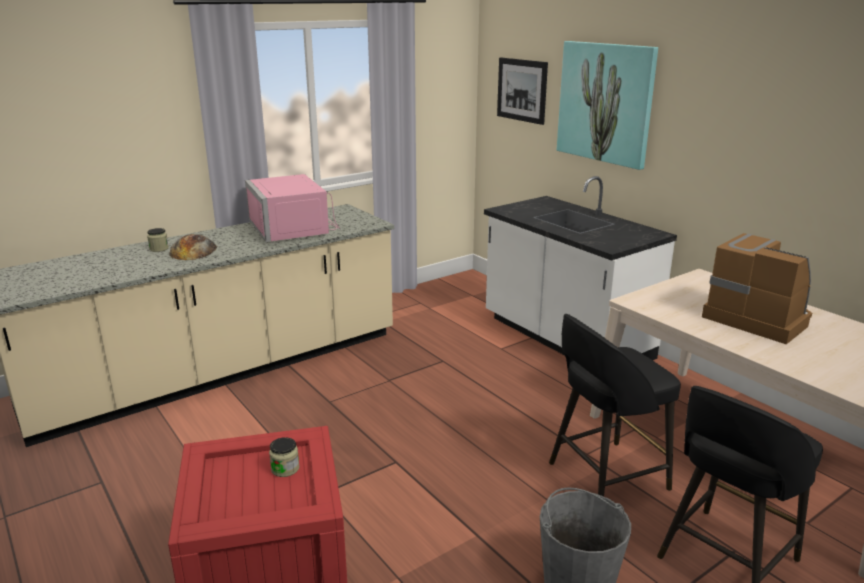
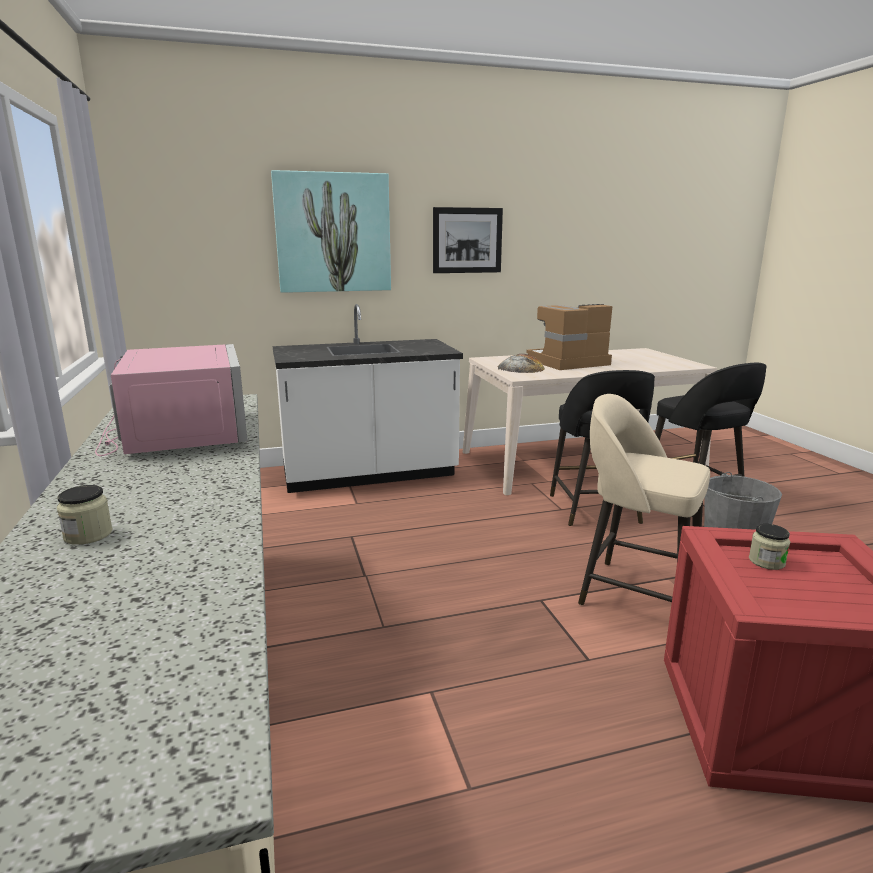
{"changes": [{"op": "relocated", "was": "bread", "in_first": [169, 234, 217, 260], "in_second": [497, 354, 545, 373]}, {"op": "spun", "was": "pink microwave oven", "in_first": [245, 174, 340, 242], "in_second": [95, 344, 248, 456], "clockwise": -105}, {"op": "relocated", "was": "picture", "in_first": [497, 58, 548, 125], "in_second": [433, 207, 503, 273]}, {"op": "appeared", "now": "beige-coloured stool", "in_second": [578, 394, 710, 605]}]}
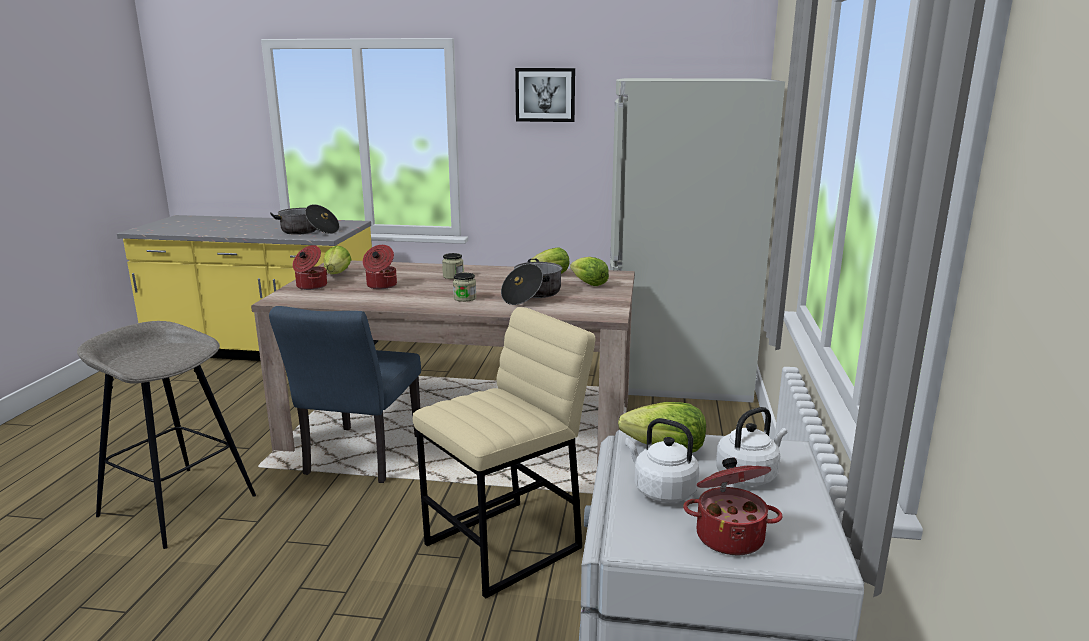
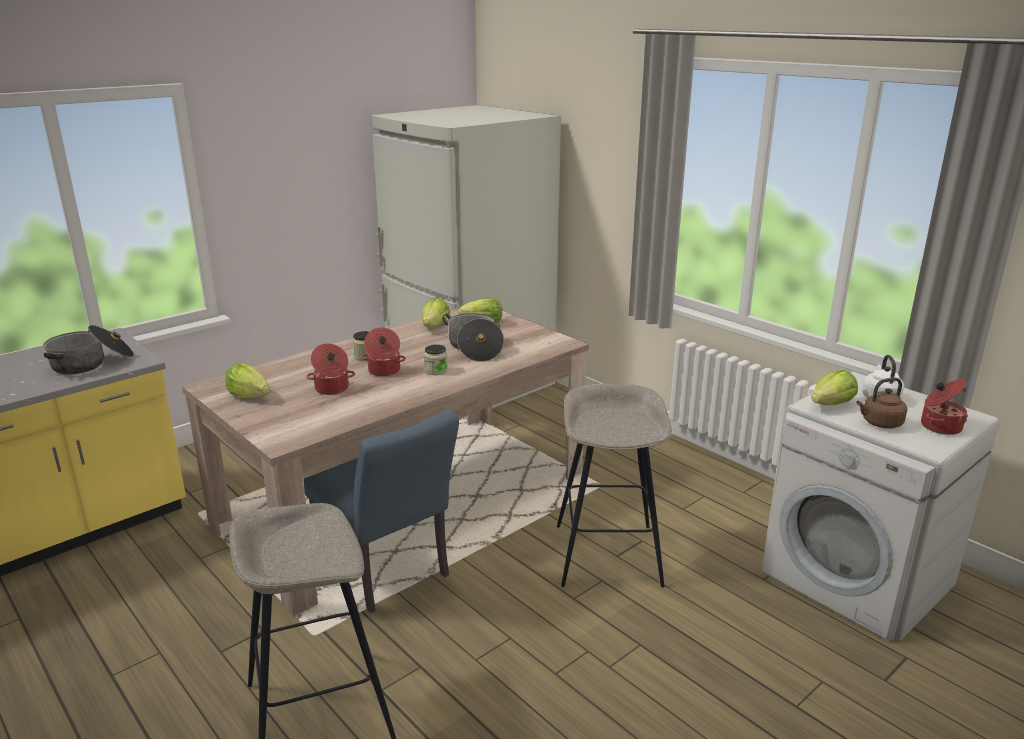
{"changes": [{"op": "relocated", "was": "cooking pot", "in_first": [293, 245, 327, 290], "in_second": [361, 327, 406, 377]}, {"op": "exchanged", "was": "beige-coloured upright chair", "now": "gray stool", "in_first": [413, 307, 595, 599], "in_second": [557, 384, 672, 588]}, {"op": "missing", "was": "picture", "in_first": [515, 68, 575, 122]}, {"op": "colour", "was": "white kettle", "now": "brownish kettle", "in_first": [625, 418, 699, 503], "in_second": [856, 378, 907, 429]}]}
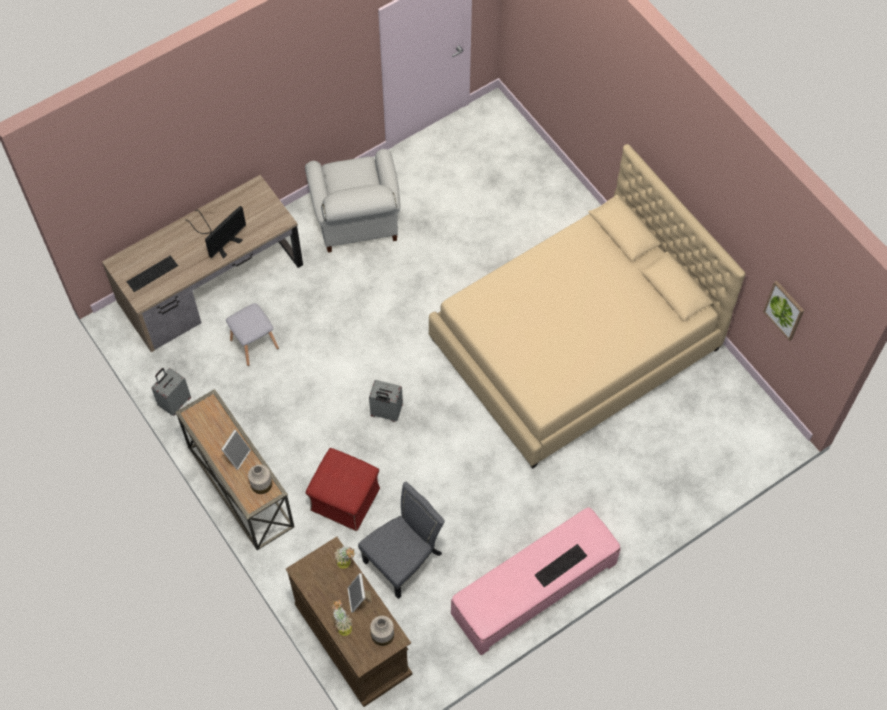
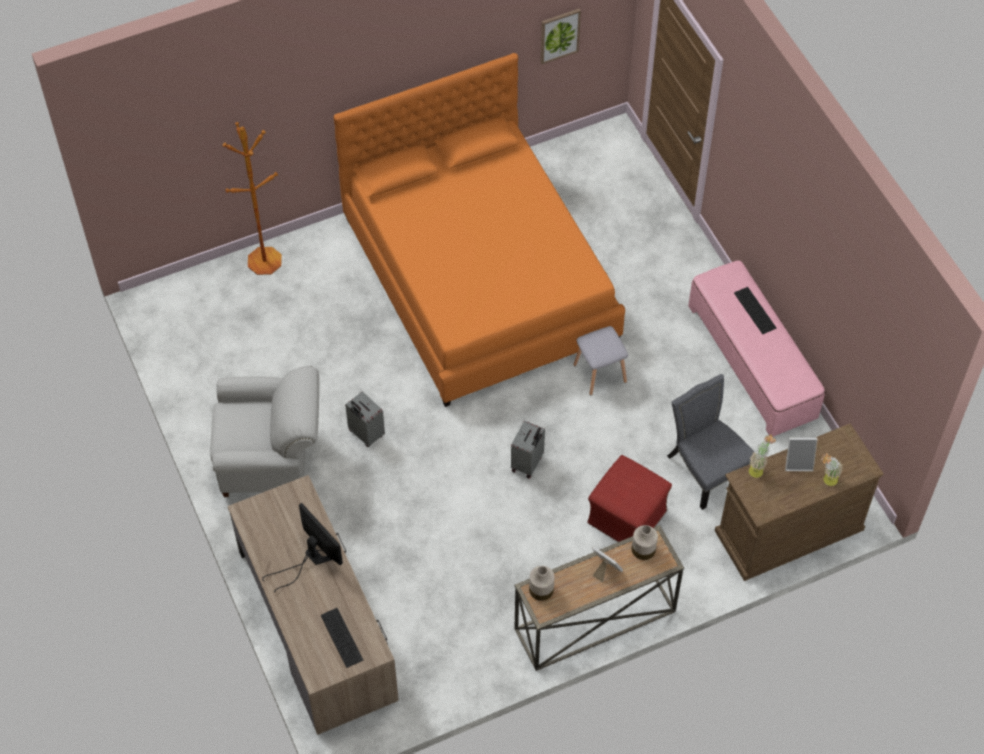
{"changes": [{"op": "relocated", "was": "gray suitcase", "in_first": [151, 368, 191, 416], "in_second": [345, 392, 385, 447]}, {"op": "relocated", "was": "gray stool", "in_first": [226, 303, 279, 366], "in_second": [573, 326, 628, 395]}, {"op": "relocated", "was": "beige-coloured flower vase", "in_first": [370, 616, 394, 646], "in_second": [529, 566, 555, 601]}, {"op": "colour", "was": "beige-coloured bed", "now": "orange-coloured bed", "in_first": [429, 144, 746, 469], "in_second": [334, 53, 625, 407]}, {"op": "appeared", "now": "orange-coloured clothes rack", "in_second": [223, 122, 282, 275]}]}
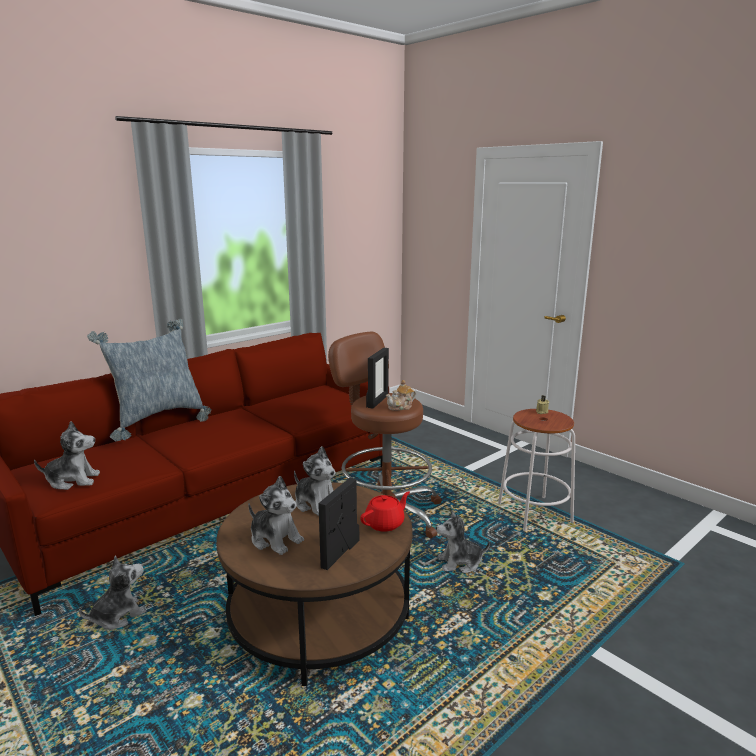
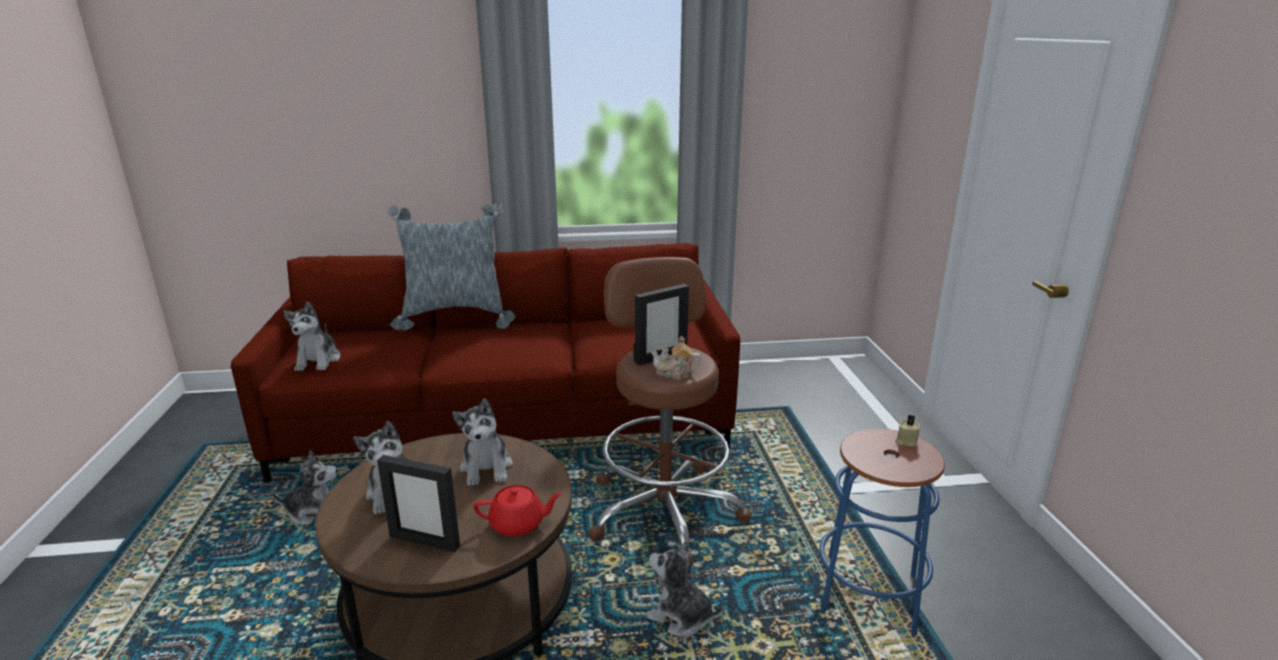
{"changes": [{"op": "spun", "was": "plush toy", "in_first": [34, 421, 100, 490], "in_second": [283, 302, 340, 371], "clockwise": 60}, {"op": "spun", "was": "photo frame", "in_first": [318, 478, 359, 570], "in_second": [377, 455, 460, 552], "clockwise": -135}, {"op": "colour", "was": "white stool", "now": "bluish stool", "in_first": [498, 409, 575, 531], "in_second": [819, 429, 945, 636]}]}
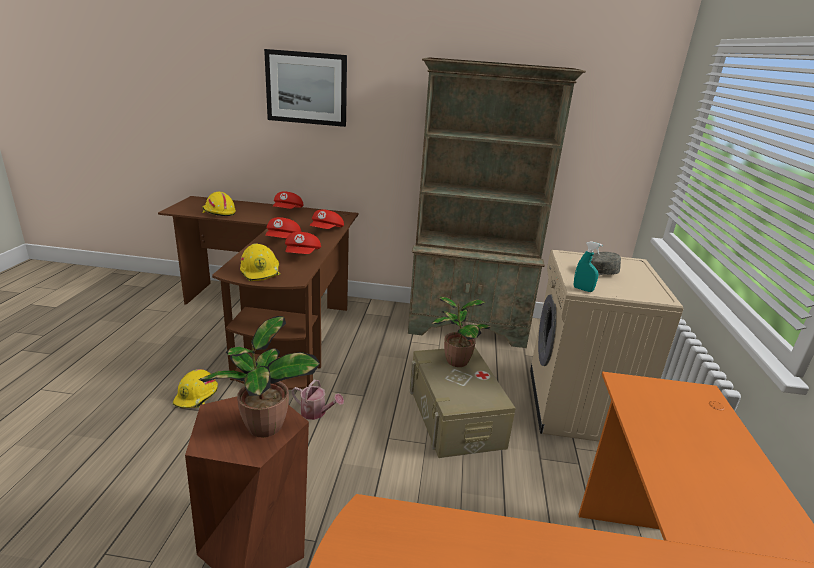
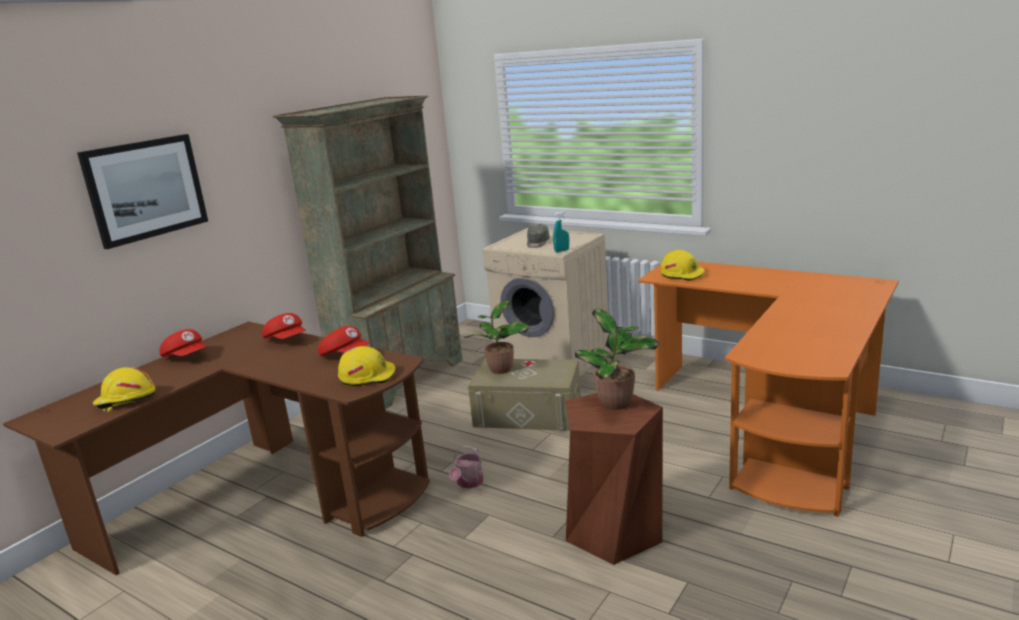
{"changes": [{"op": "relocated", "was": "yellowish work helmet", "in_first": [173, 369, 218, 408], "in_second": [661, 250, 705, 281]}, {"op": "missing", "was": "reddish peaked cap", "in_first": [265, 217, 301, 238]}, {"op": "spun", "was": "watering can", "in_first": [292, 379, 344, 420], "in_second": [449, 446, 483, 489], "clockwise": 150}]}
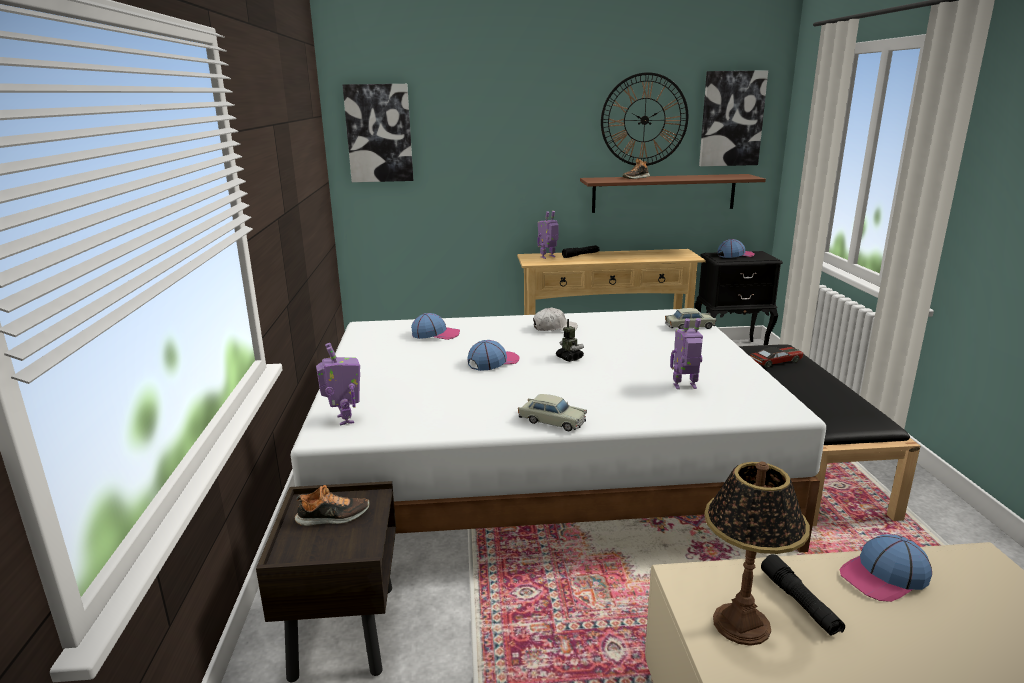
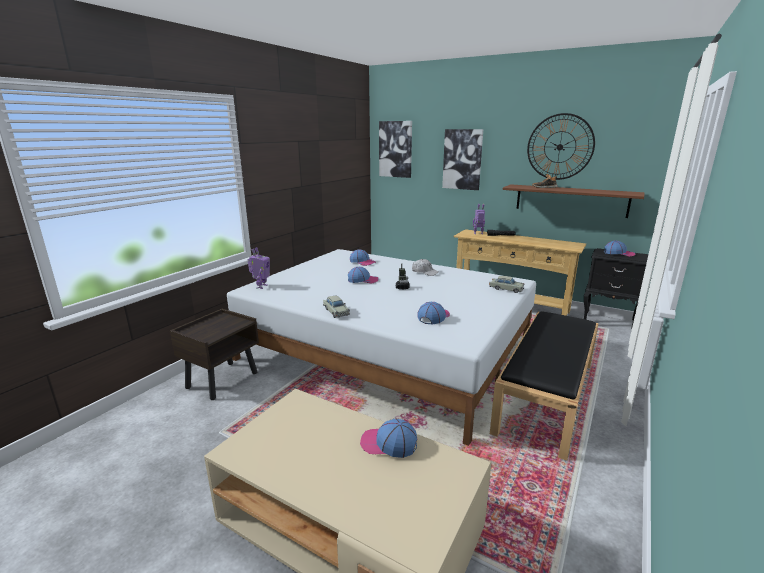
{"changes": [{"op": "missing", "was": "item of footwear", "in_first": [295, 485, 370, 526]}, {"op": "exchanged", "was": "toy robot", "now": "peaked cap", "in_first": [670, 318, 703, 389], "in_second": [417, 302, 450, 324]}, {"op": "relocated", "was": "picture", "in_first": [699, 70, 768, 166], "in_second": [442, 129, 483, 190]}, {"op": "missing", "was": "tabletop lamp", "in_first": [704, 462, 810, 646]}, {"op": "missing", "was": "model car", "in_first": [750, 347, 803, 368]}, {"op": "missing", "was": "black-coloured hand torch", "in_first": [761, 554, 845, 636]}]}
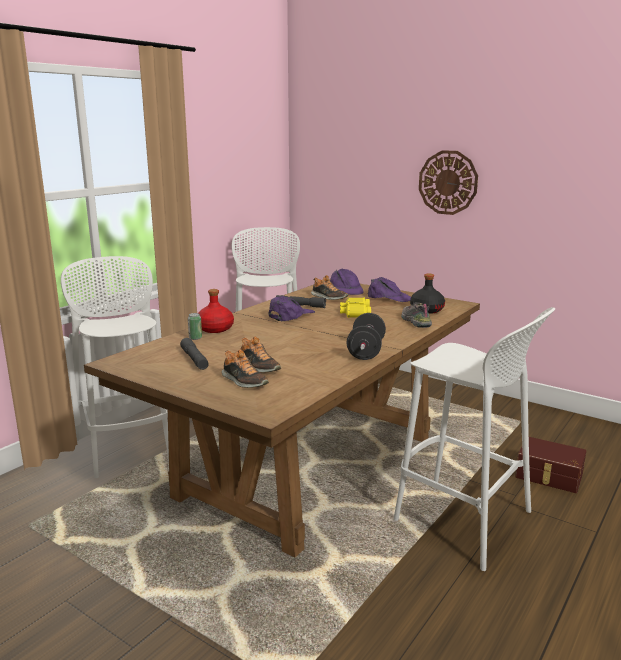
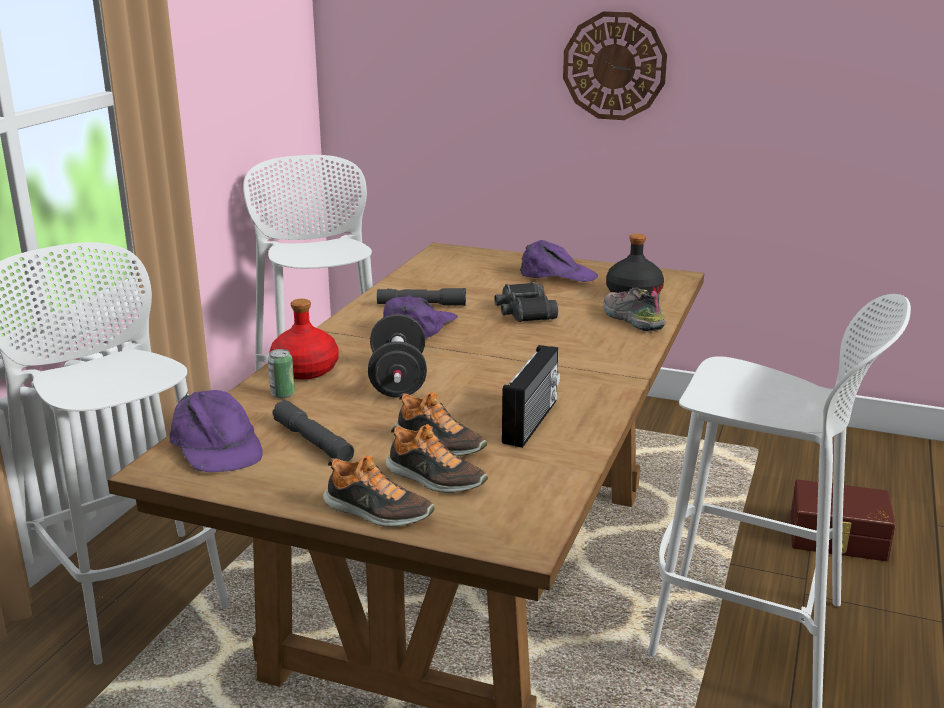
{"changes": [{"op": "relocated", "was": "item of footwear", "in_first": [311, 275, 348, 300], "in_second": [323, 455, 435, 527]}, {"op": "relocated", "was": "purple peaked cap", "in_first": [330, 269, 363, 295], "in_second": [169, 390, 263, 472]}, {"op": "colour", "was": "yellowish pair of binoculars", "now": "black-coloured pair of binoculars", "in_first": [340, 297, 371, 318], "in_second": [494, 282, 558, 322]}, {"op": "relocated", "was": "black-coloured hand weight", "in_first": [346, 313, 386, 360], "in_second": [368, 314, 427, 398]}, {"op": "appeared", "now": "radio receiver", "in_second": [502, 345, 560, 448]}]}
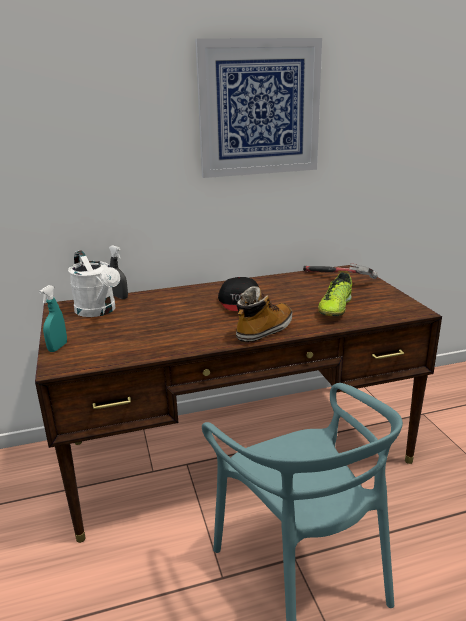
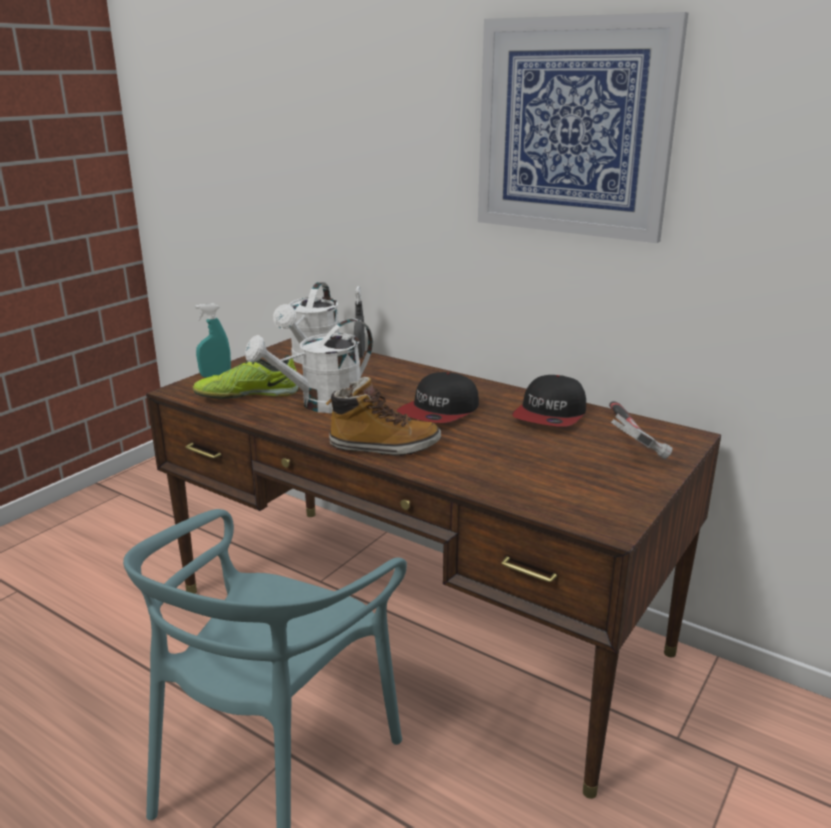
{"changes": [{"op": "relocated", "was": "item of footwear", "in_first": [318, 272, 352, 316], "in_second": [193, 355, 299, 399]}, {"op": "appeared", "now": "white watering can", "in_second": [245, 319, 373, 413]}, {"op": "appeared", "now": "peaked cap", "in_second": [512, 375, 586, 426]}]}
